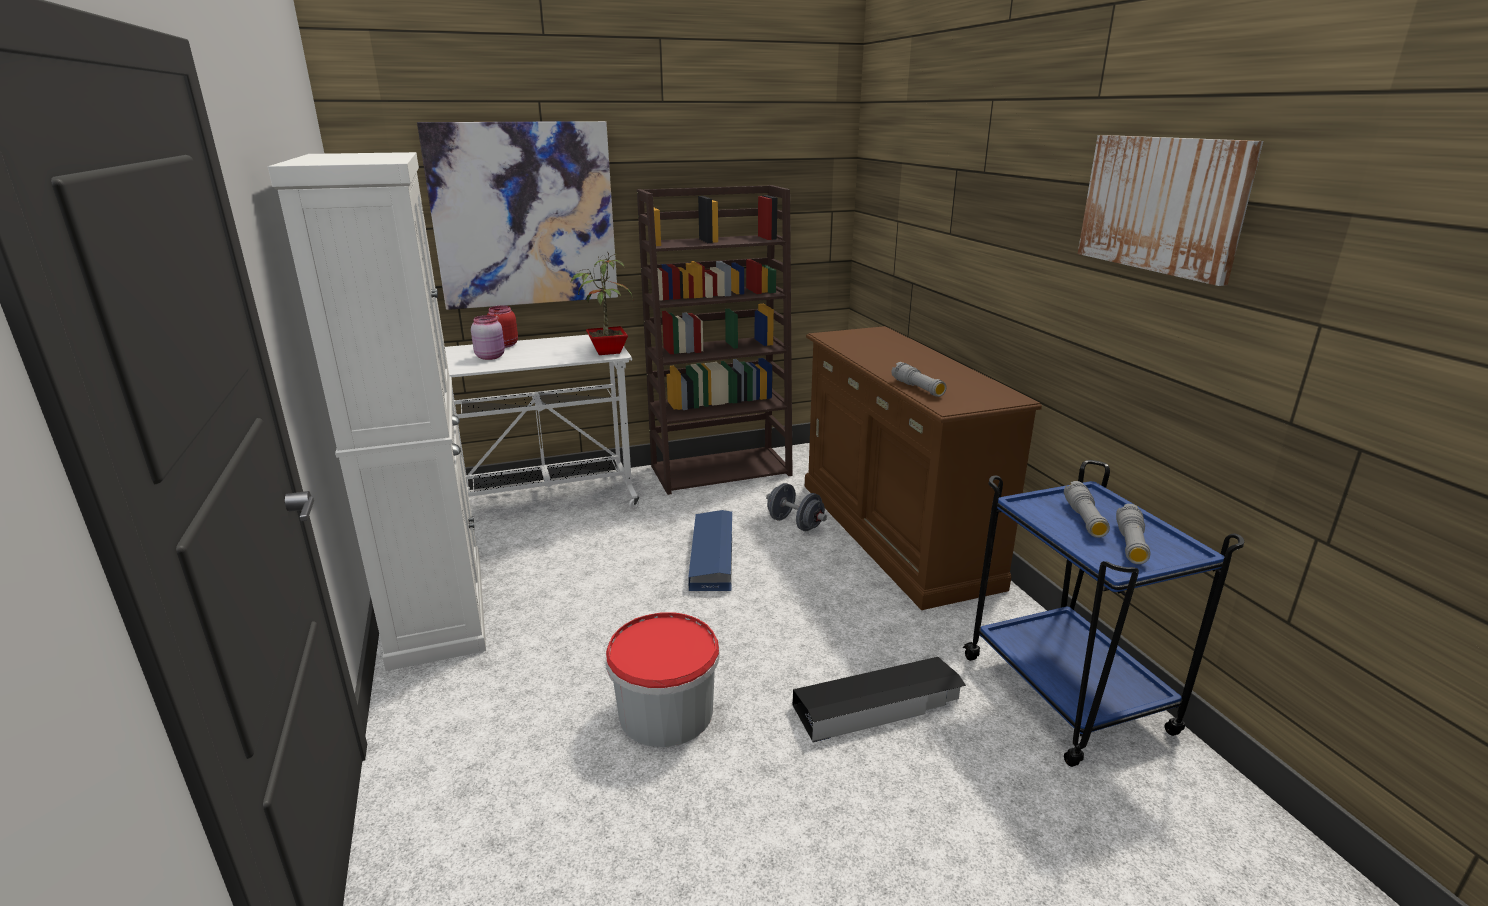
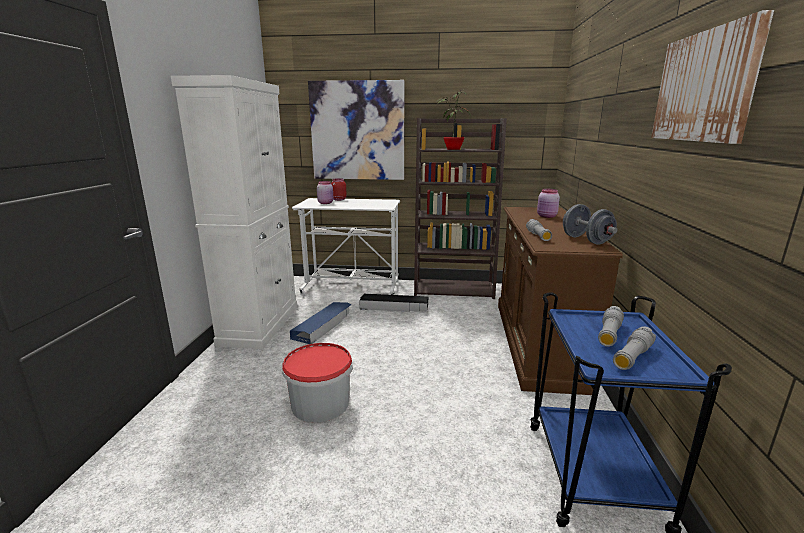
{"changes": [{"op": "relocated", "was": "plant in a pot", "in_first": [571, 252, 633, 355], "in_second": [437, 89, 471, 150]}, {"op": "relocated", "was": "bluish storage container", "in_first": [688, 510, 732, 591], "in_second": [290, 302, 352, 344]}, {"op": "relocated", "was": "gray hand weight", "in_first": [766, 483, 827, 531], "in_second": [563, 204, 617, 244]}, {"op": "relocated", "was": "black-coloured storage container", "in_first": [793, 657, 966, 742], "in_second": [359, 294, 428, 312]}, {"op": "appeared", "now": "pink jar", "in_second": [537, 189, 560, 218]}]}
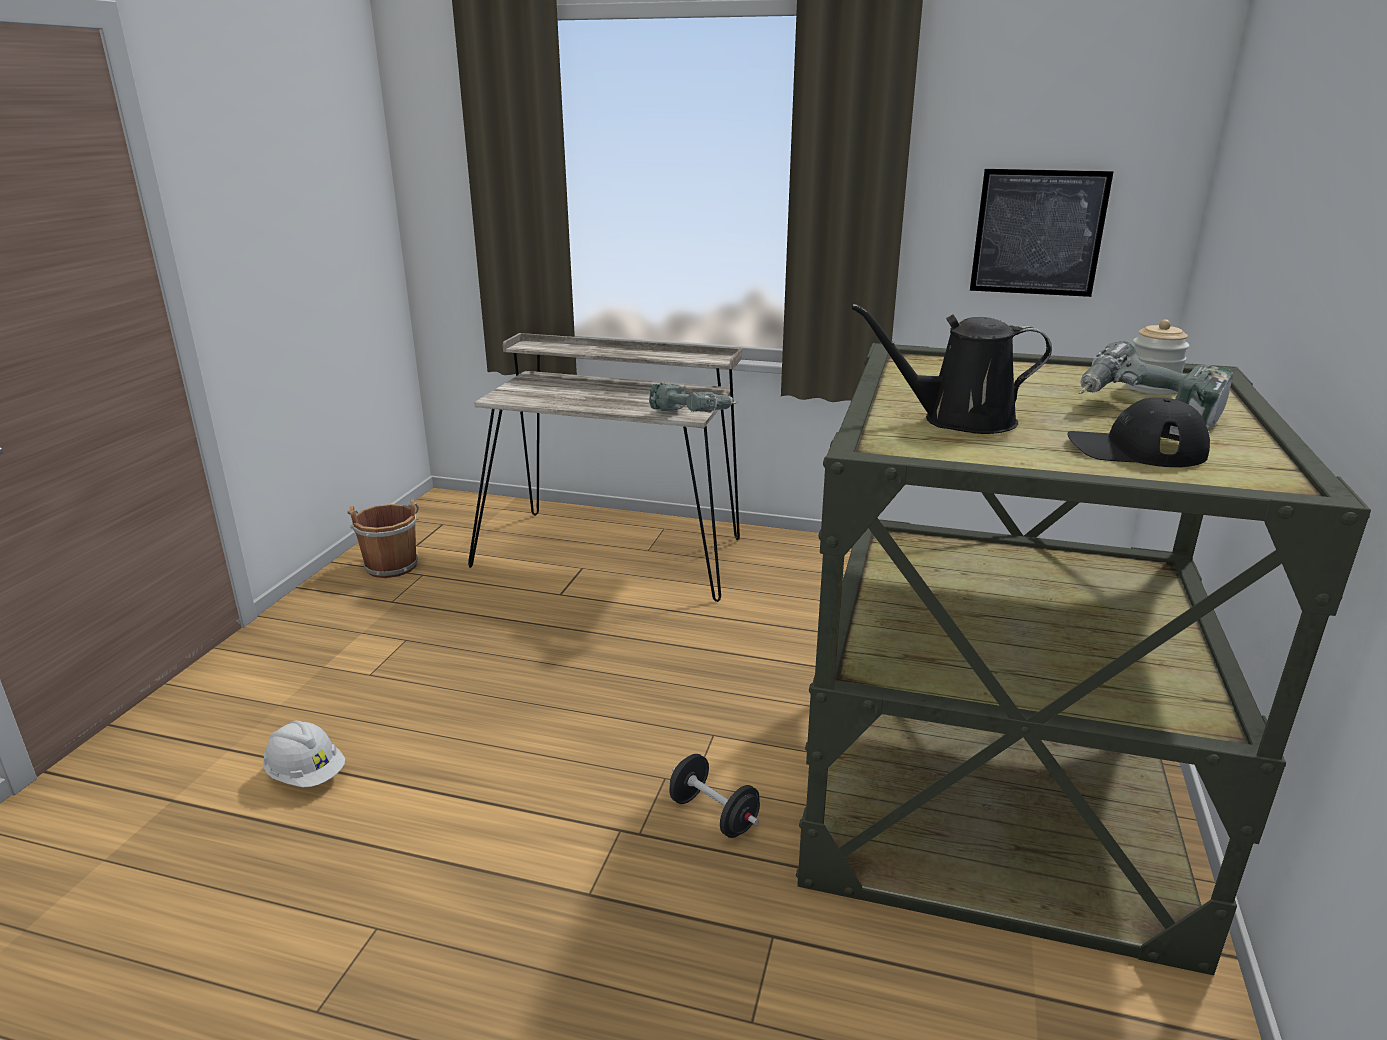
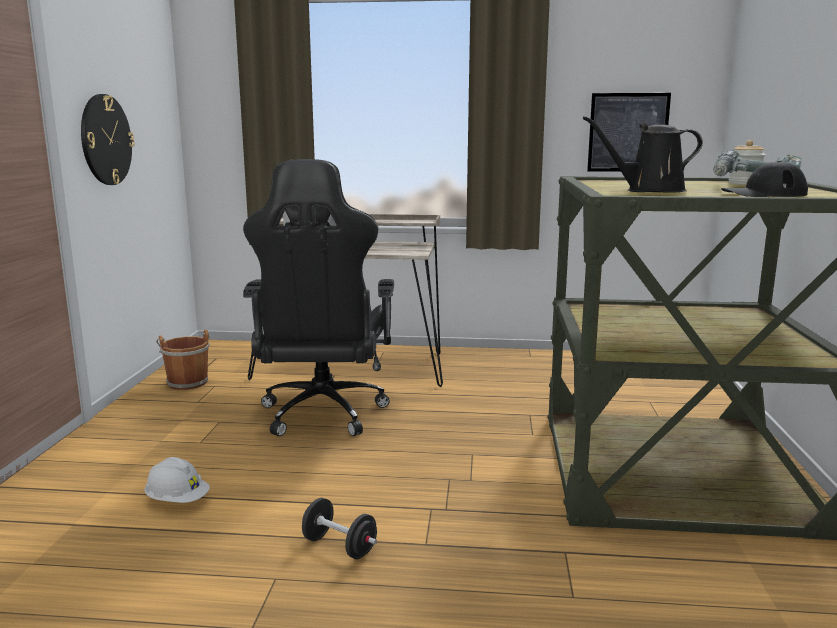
{"changes": [{"op": "missing", "was": "electric drill", "in_first": [649, 382, 738, 412]}, {"op": "relocated", "was": "black-coloured hand weight", "in_first": [669, 754, 760, 838], "in_second": [302, 498, 377, 559]}, {"op": "appeared", "now": "hanging clock", "in_second": [81, 94, 134, 185]}, {"op": "appeared", "now": "black-coloured desk chair", "in_second": [243, 159, 394, 436]}]}
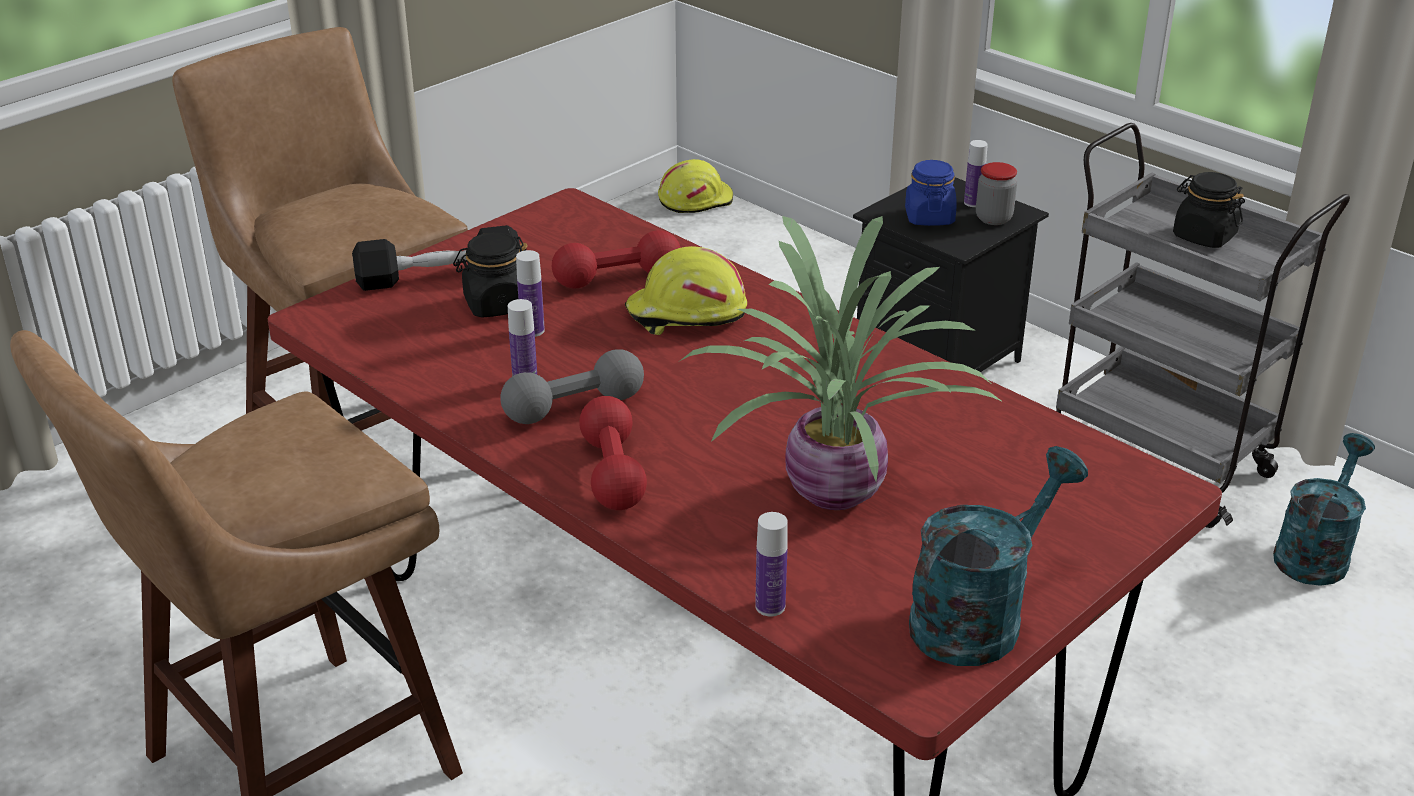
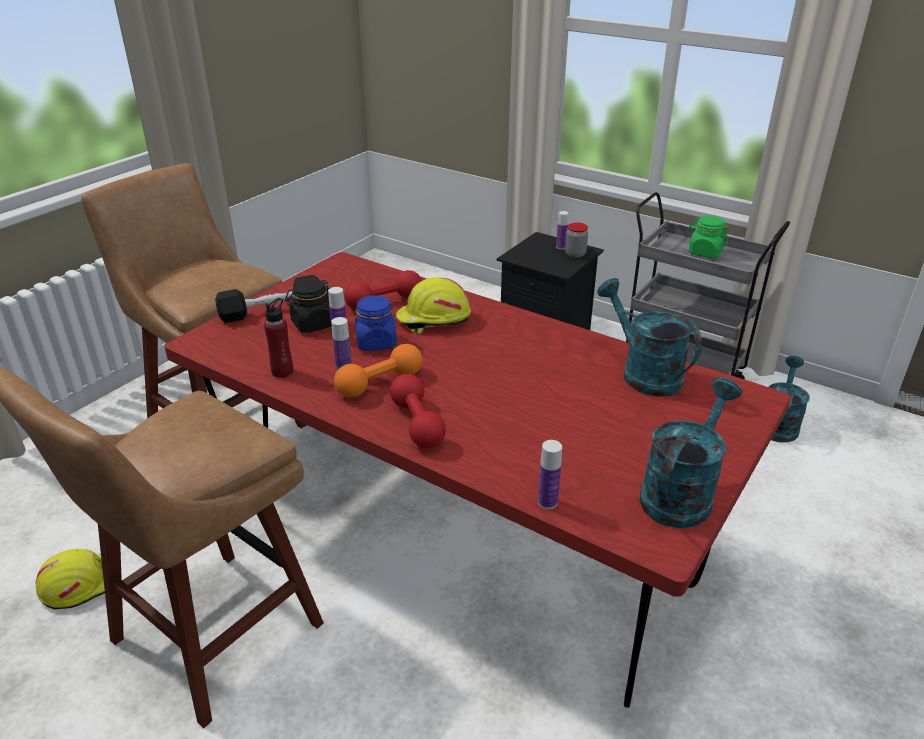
{"changes": [{"op": "colour", "was": "gray hand weight", "now": "orange-coloured hand weight", "in_first": [500, 349, 644, 424], "in_second": [334, 344, 422, 398]}, {"op": "relocated", "was": "yellowish work helmet", "in_first": [658, 159, 733, 213], "in_second": [36, 549, 105, 610]}, {"op": "missing", "was": "plant in a pot", "in_first": [680, 216, 1003, 510]}, {"op": "relocated", "was": "bluish jar", "in_first": [905, 160, 957, 226], "in_second": [355, 295, 397, 351]}, {"op": "colour", "was": "black-coloured jar", "now": "greenish jar", "in_first": [1173, 172, 1245, 248], "in_second": [689, 216, 729, 258]}, {"op": "appeared", "now": "reddish drink bottle", "in_second": [264, 298, 293, 378]}, {"op": "appeared", "now": "turquoise-coloured watering can", "in_second": [597, 278, 702, 397]}]}
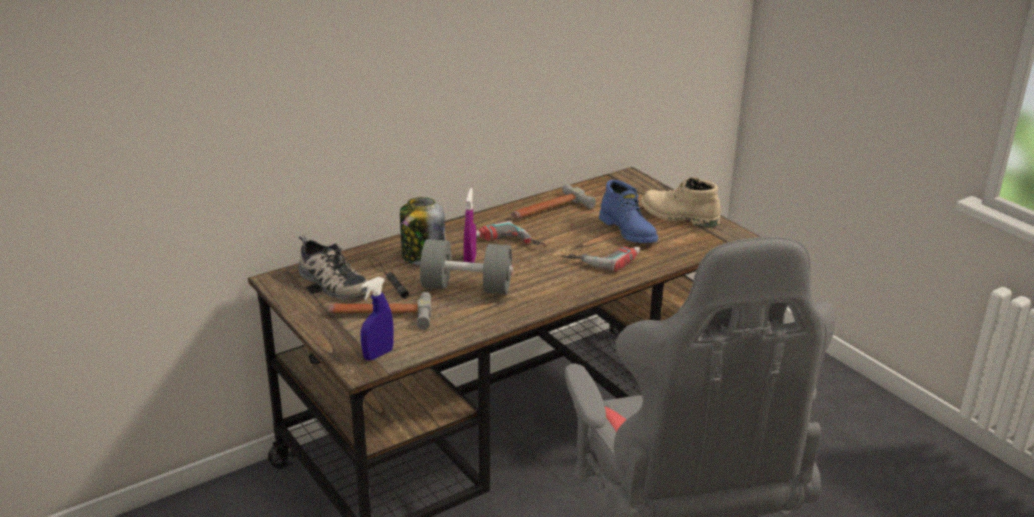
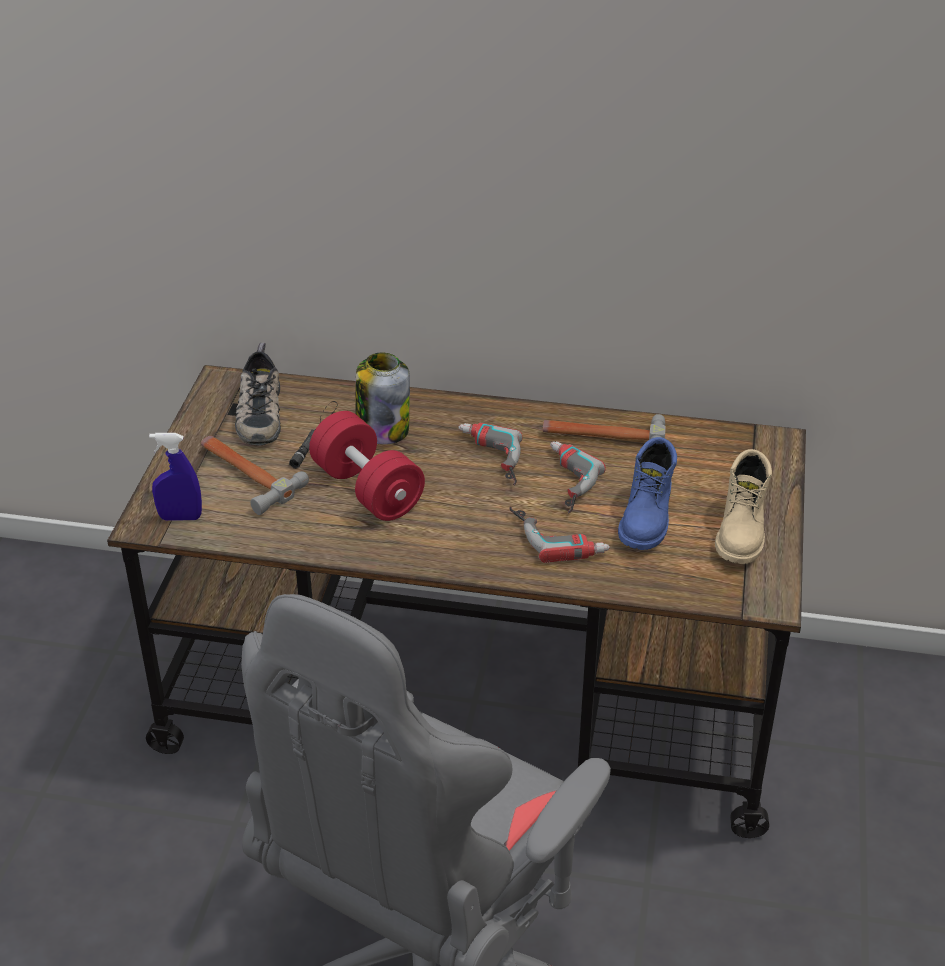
{"changes": [{"op": "colour", "was": "gray hand weight", "now": "reddish hand weight", "in_first": [420, 239, 513, 294], "in_second": [309, 411, 425, 521]}, {"op": "missing", "was": "purple hand sprayer", "in_first": [464, 188, 476, 263]}, {"op": "spun", "was": "beige-coloured tall boot", "in_first": [641, 177, 721, 227], "in_second": [715, 449, 772, 564], "clockwise": -150}, {"op": "appeared", "now": "electric drill", "in_second": [550, 441, 606, 514]}]}
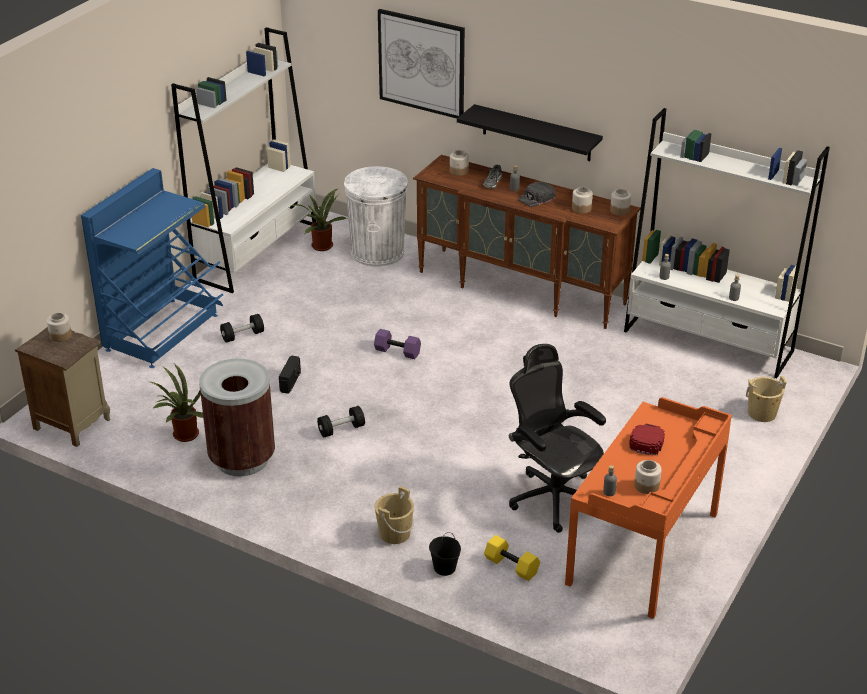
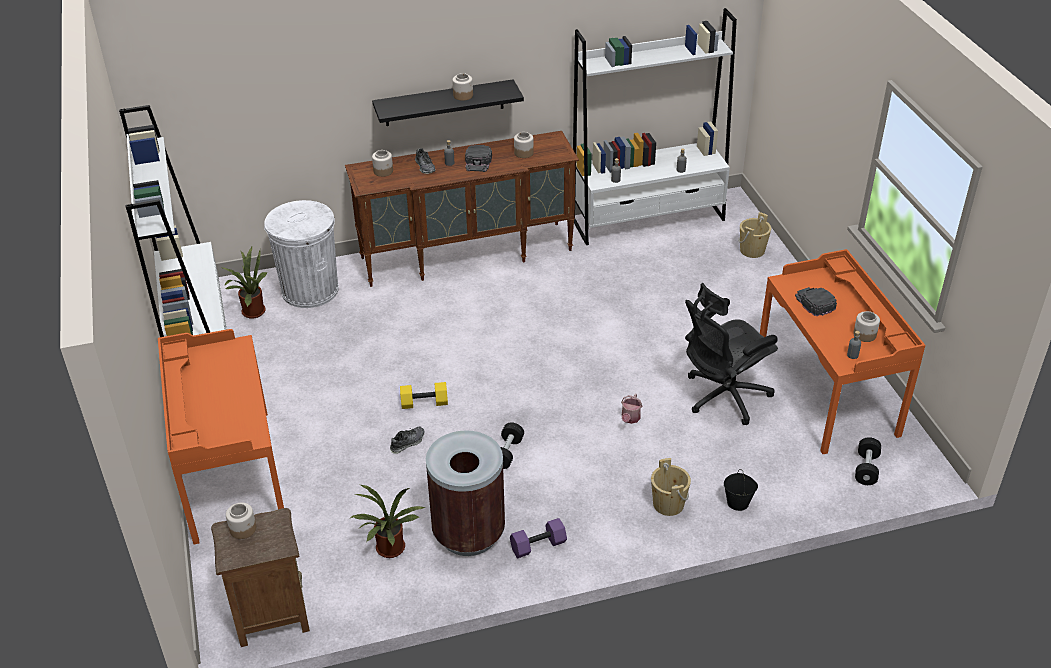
{"changes": [{"op": "exchanged", "was": "bluish shoe rack", "now": "orange-coloured desk", "in_first": [81, 168, 223, 368], "in_second": [158, 329, 284, 545]}, {"op": "relocated", "was": "black-coloured hand weight", "in_first": [220, 314, 264, 343], "in_second": [855, 437, 881, 485]}, {"op": "exchanged", "was": "radio receiver", "now": "item of footwear", "in_first": [279, 356, 301, 394], "in_second": [390, 426, 425, 454]}, {"op": "relocated", "was": "purple hand weight", "in_first": [374, 329, 421, 359], "in_second": [510, 518, 567, 558]}, {"op": "missing", "was": "picture", "in_first": [378, 9, 465, 119]}, {"op": "relocated", "was": "yellowish hand weight", "in_first": [484, 535, 540, 581], "in_second": [400, 382, 448, 409]}, {"op": "spun", "was": "desk chair", "in_first": [509, 344, 606, 533], "in_second": [685, 283, 778, 425], "clockwise": -45}, {"op": "relocated", "was": "jar", "in_first": [610, 189, 631, 216], "in_second": [452, 73, 473, 101]}, {"op": "colour", "was": "reddish peaked cap", "now": "black-coloured peaked cap", "in_first": [629, 423, 665, 455], "in_second": [795, 287, 837, 316]}, {"op": "appeared", "now": "watering can", "in_second": [621, 393, 642, 424]}]}
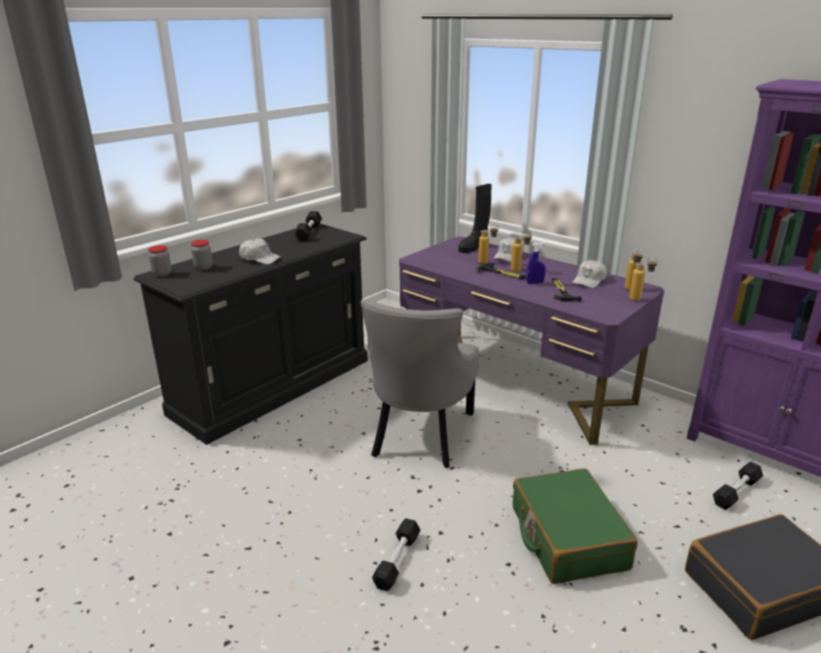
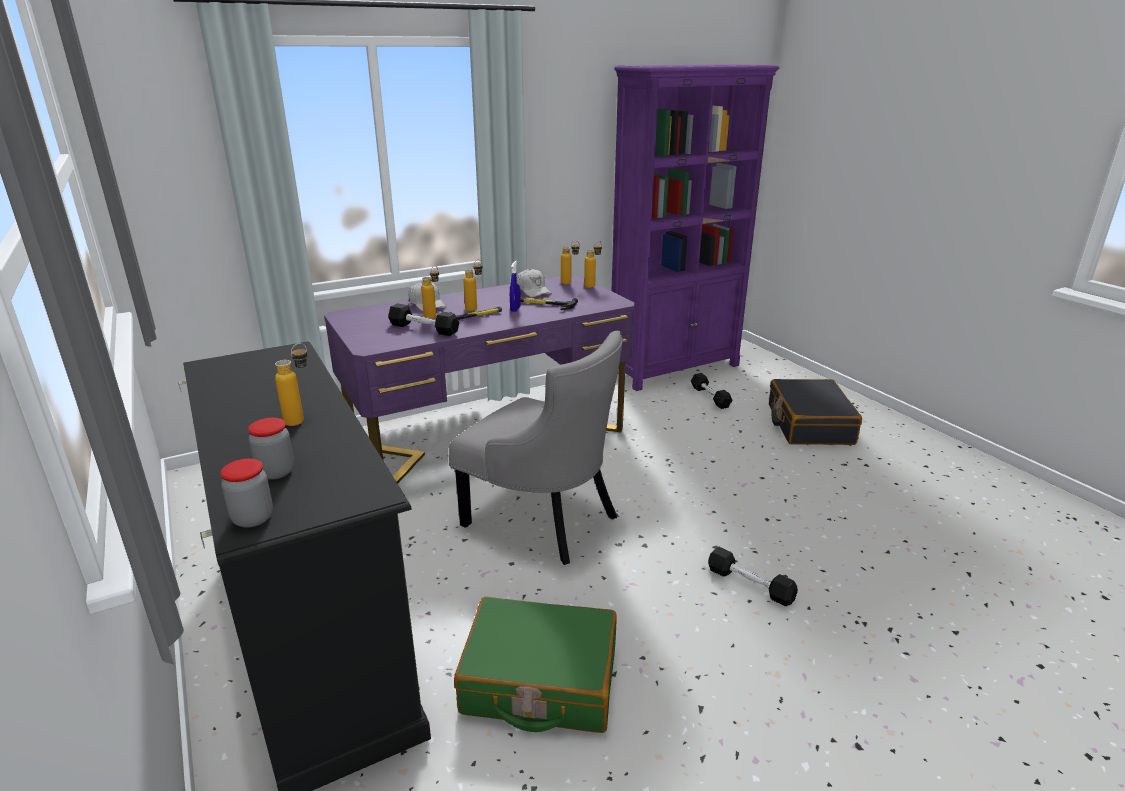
{"changes": [{"op": "exchanged", "was": "white peaked cap", "now": "drink bottle", "in_first": [239, 238, 281, 265], "in_second": [275, 343, 307, 426]}, {"op": "relocated", "was": "black-coloured hand weight", "in_first": [294, 211, 322, 241], "in_second": [388, 303, 459, 336]}, {"op": "missing", "was": "black-coloured tall boot", "in_first": [458, 184, 492, 253]}, {"op": "relocated", "was": "greenish suitcase", "in_first": [513, 468, 638, 584], "in_second": [454, 597, 617, 733]}]}
